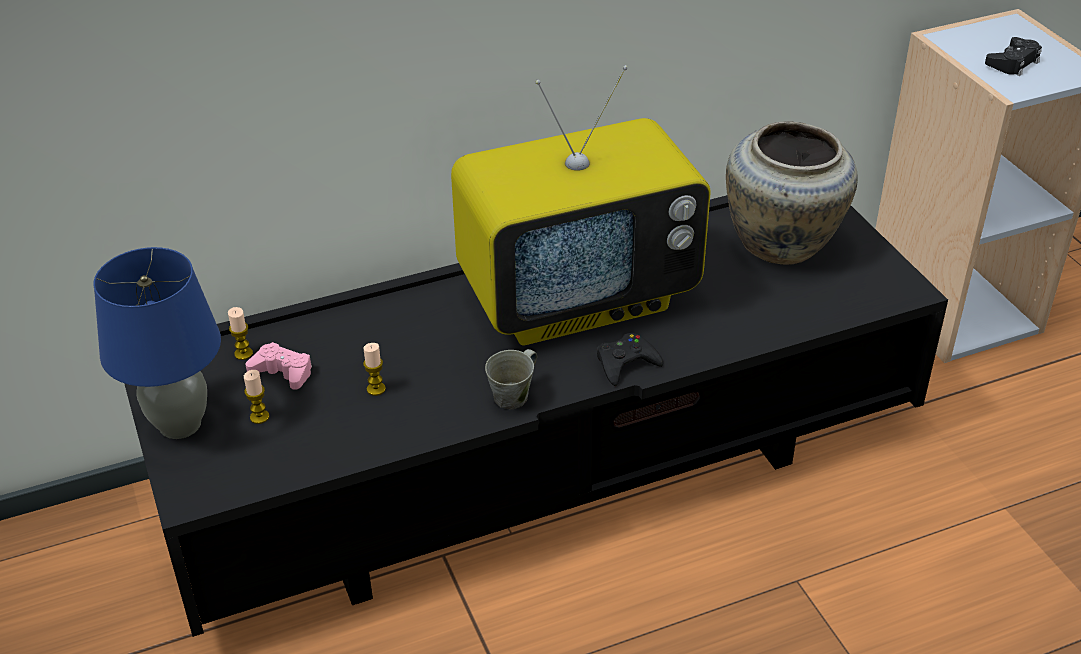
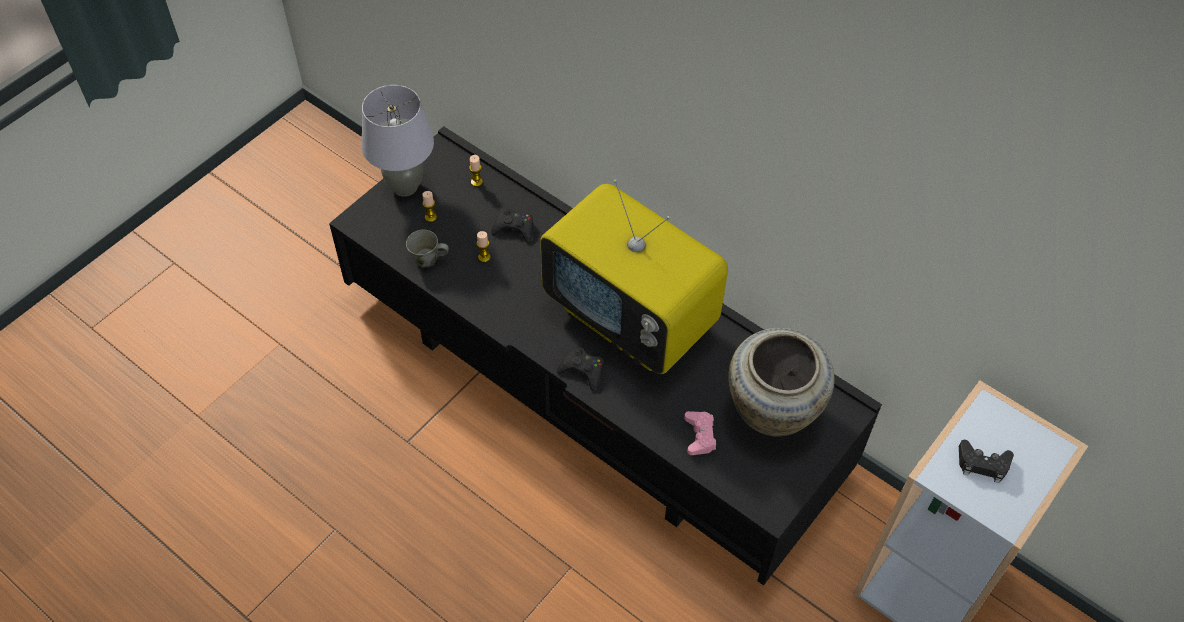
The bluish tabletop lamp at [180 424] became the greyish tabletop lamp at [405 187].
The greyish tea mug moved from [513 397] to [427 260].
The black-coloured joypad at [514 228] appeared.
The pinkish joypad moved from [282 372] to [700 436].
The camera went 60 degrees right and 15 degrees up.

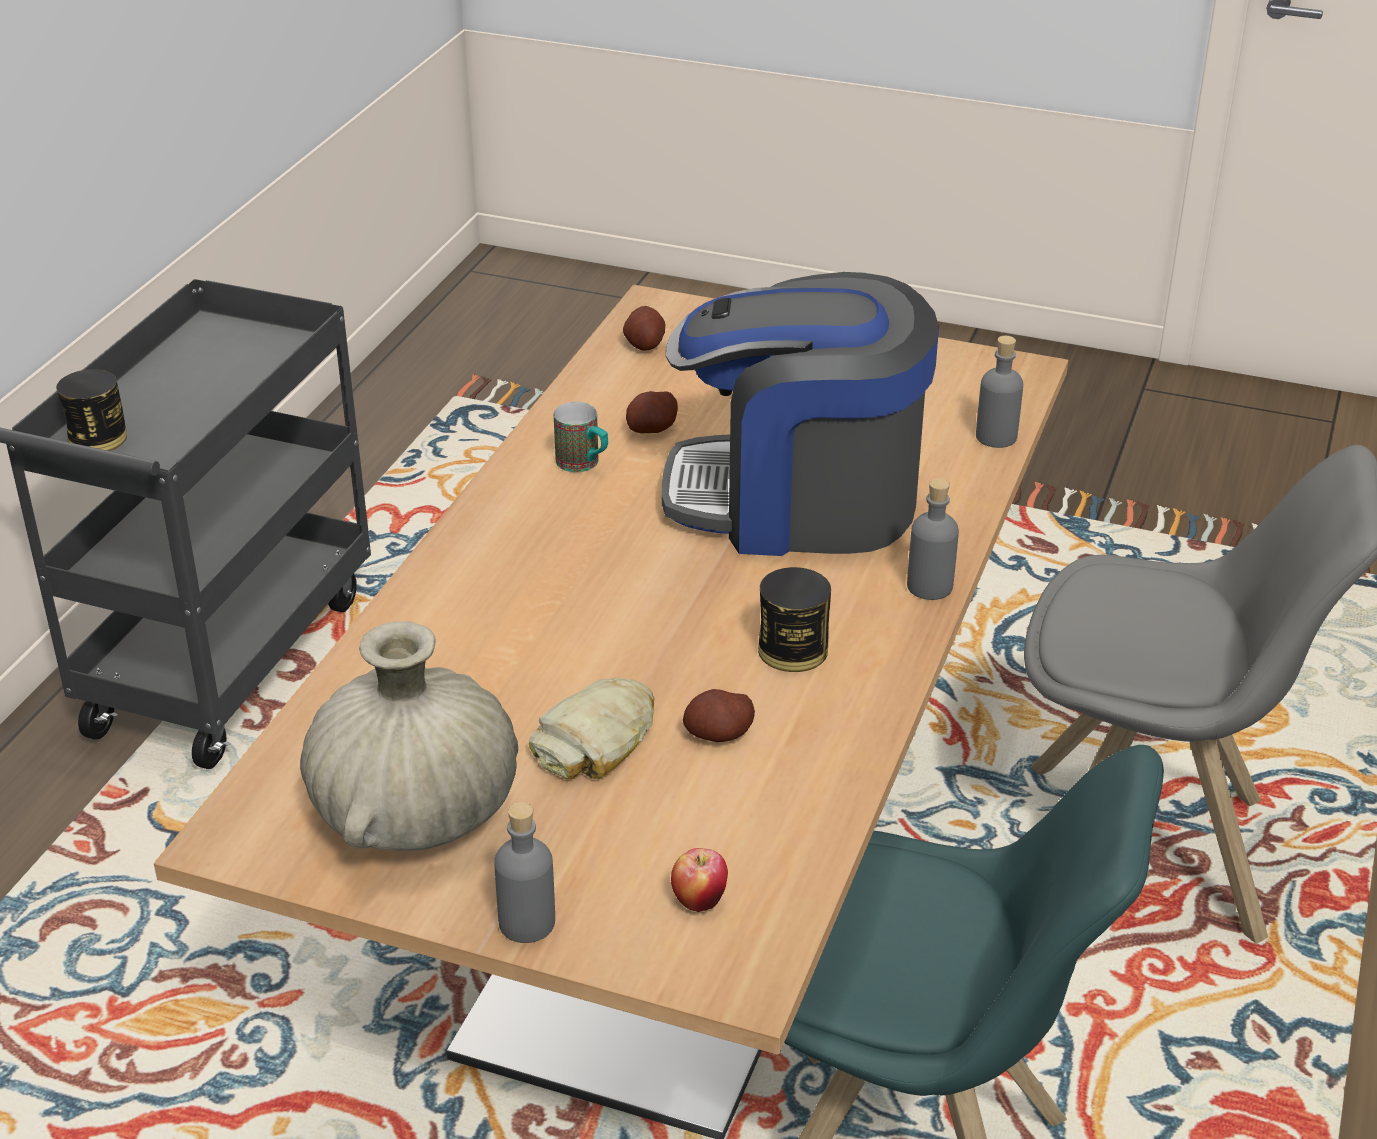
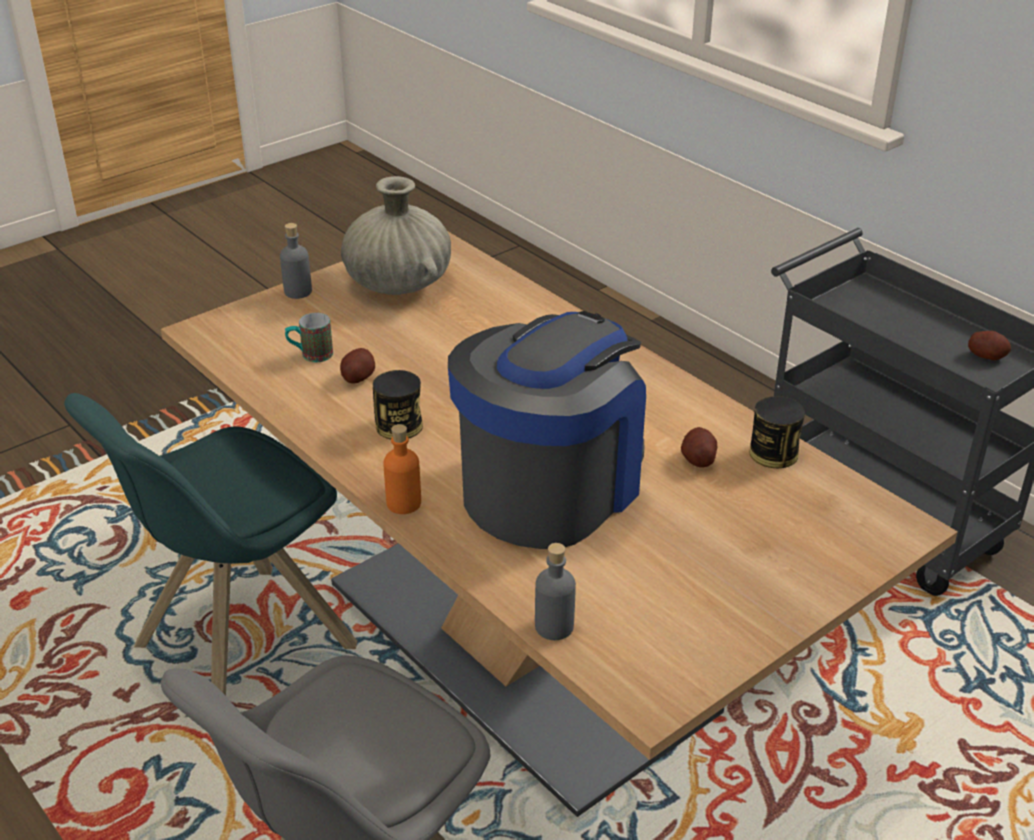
The tea mug moved from [584 465] to [310 355].
The greyish bottle at [930 586] became the orangey bottle at [403 503].
The sealed can moved from [97 438] to [773 453].
The whole potato moved from [644 344] to [986 356].
The bakery bread at [598 740] disappeared.
The whole apple at [699 900] disappeared.
The camera went 120 degrees right and 0 degrees up.

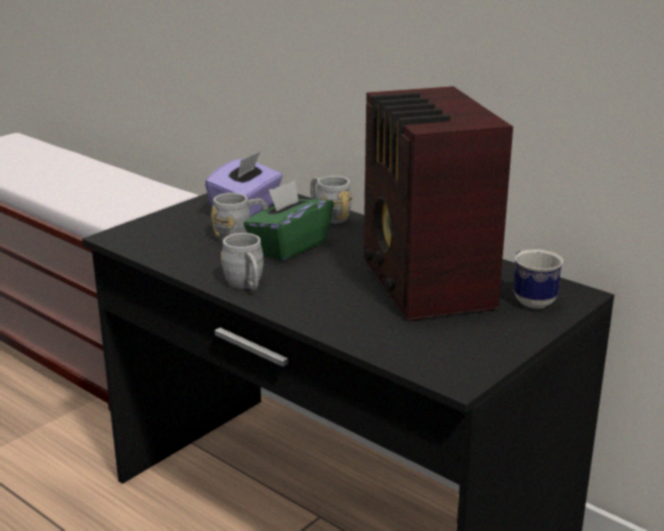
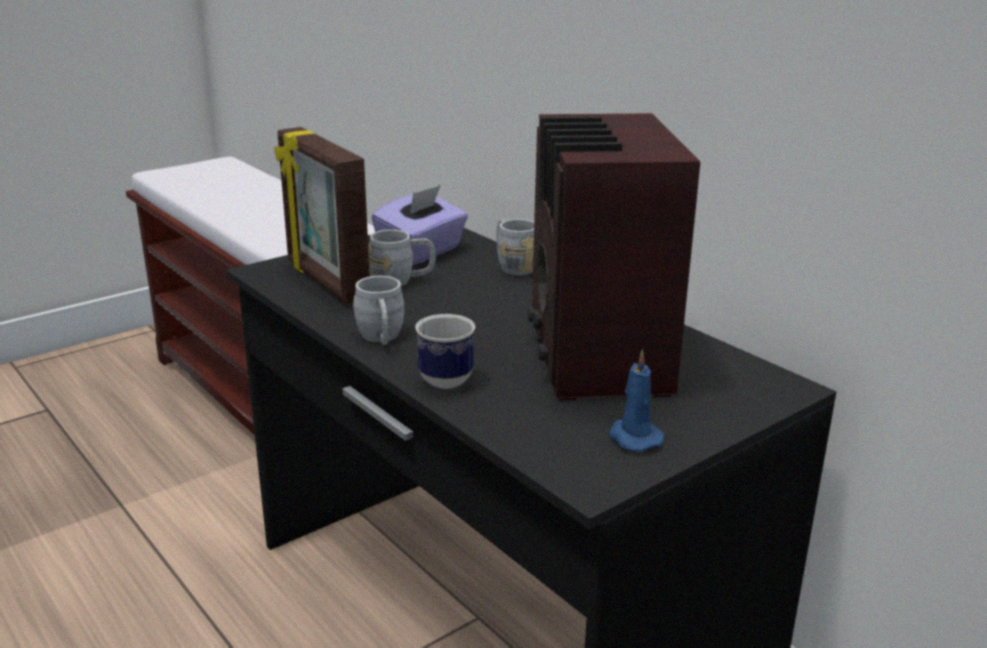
The photo frame at [325 281] appeared.
The tea mug moved from [530 299] to [444 376].
The bluish candle at [633 437] appeared.
The green tissue holder at [289 246] disappeared.
The camera went 10 degrees right and 0 degrees up.

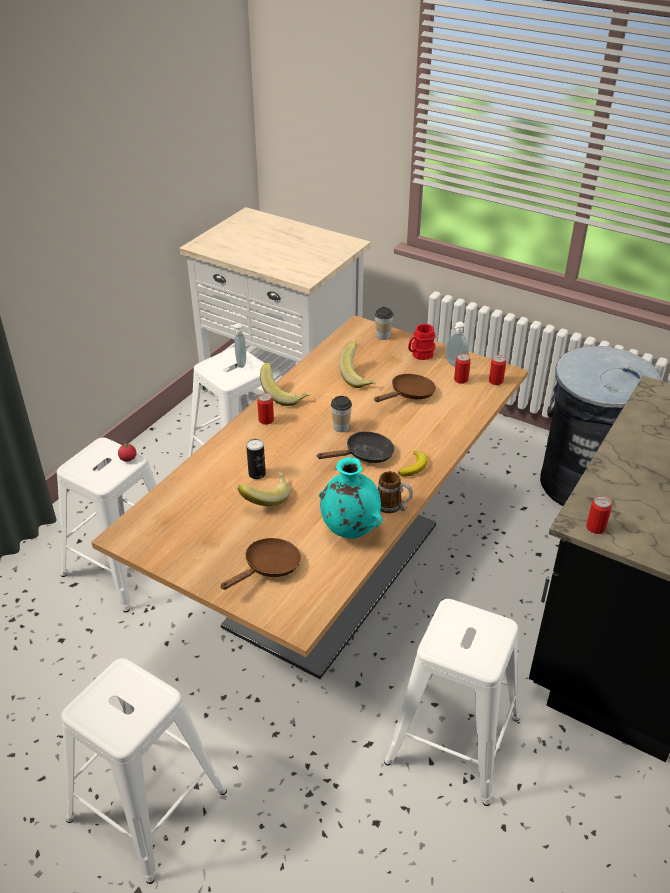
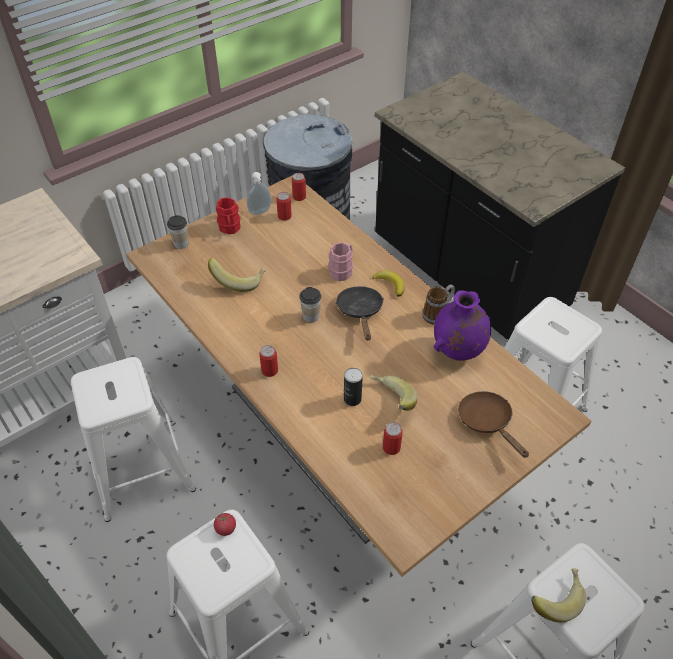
The pinkish tea mug at [342 270] appeared.
The sealed can moved from [595 527] to [391 447].
The turquoise-coloured flower vase at [349 530] became the purple flower vase at [457 351].
The banana moved from [284 395] to [554 598].
The soap bottle at [240 363] disappeared.
The brown-coloured pan at [409 394] disappeared.
The camera went 70 degrees left and 10 degrees up.

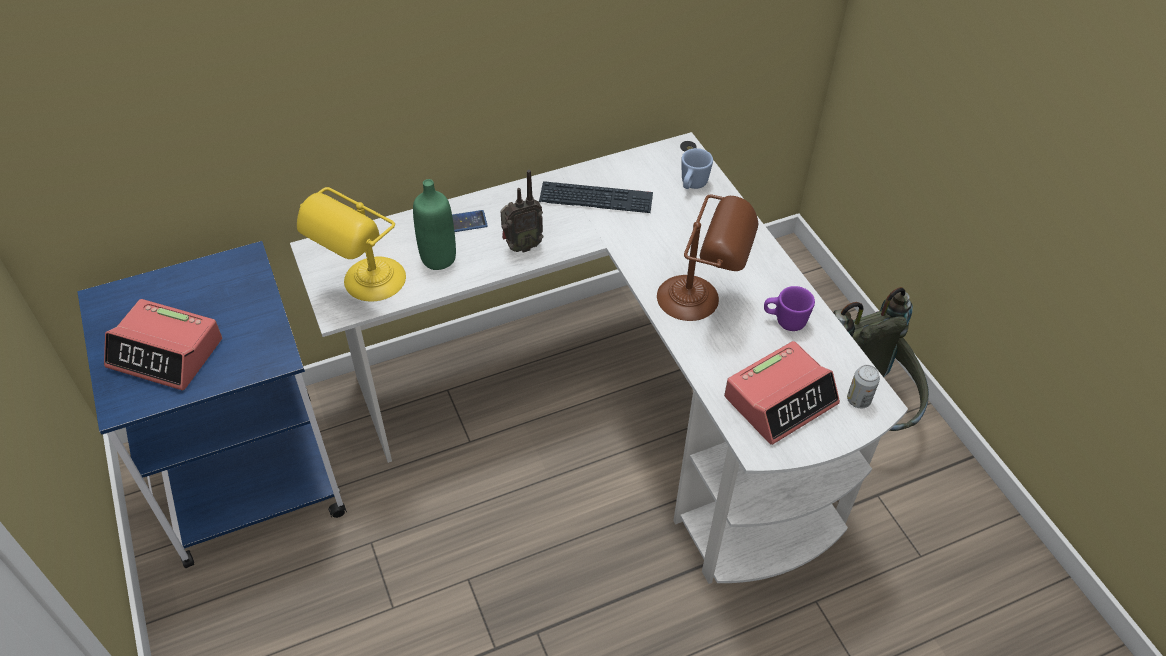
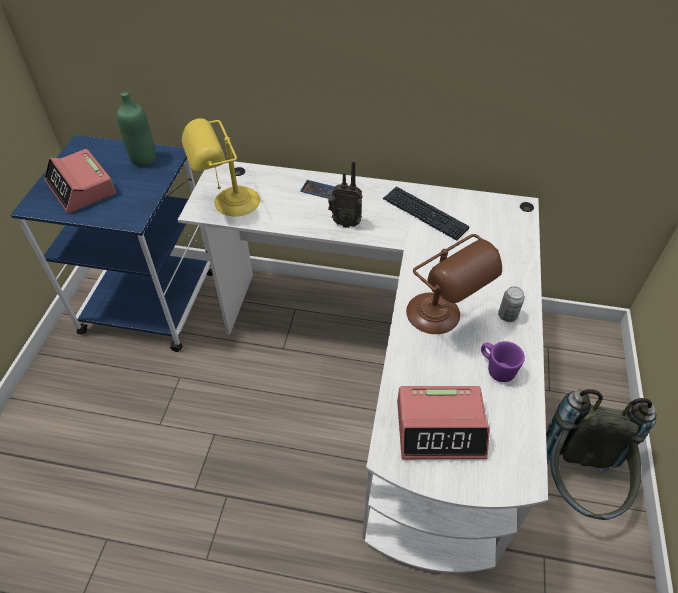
The green bottle moved from [438 258] to [144 159].
The sealed can moved from [858 400] to [507 316].
The bluish tea mug at [692 185] disappeared.
The camera went 35 degrees right and 0 degrees up.

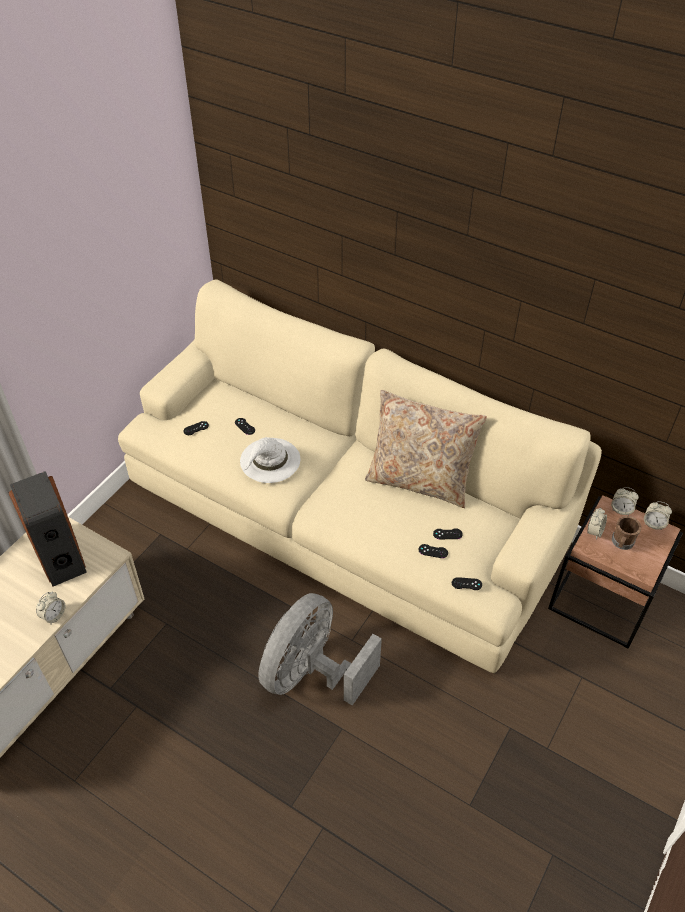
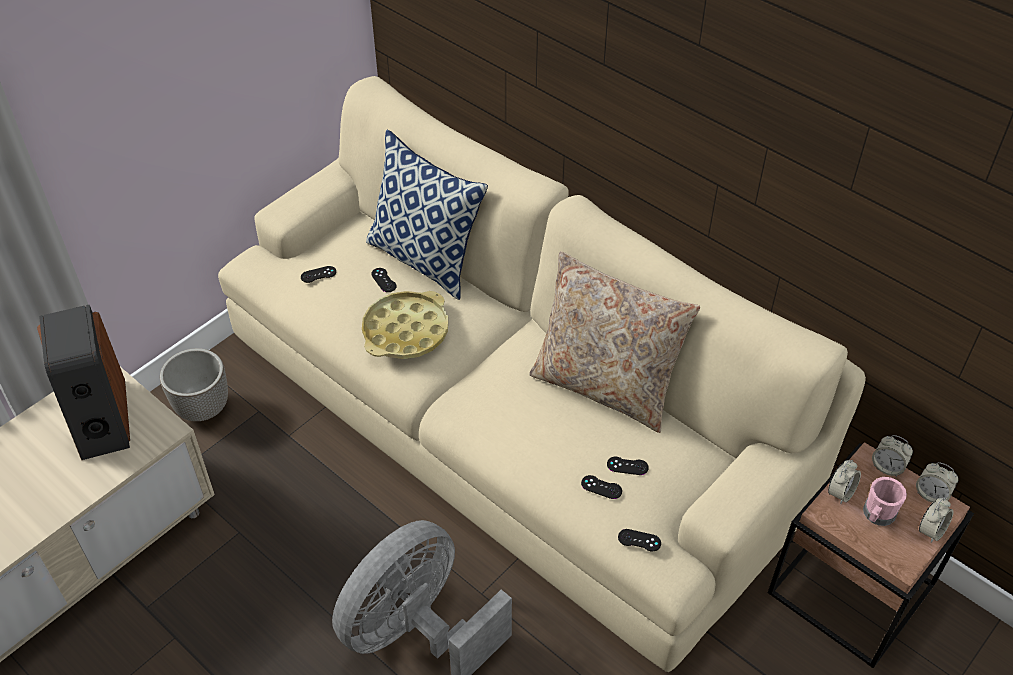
The flower pot at [202 408] appeared.
The whitish hat at [270 461] was replaced by the yellowish tray at [406 331].
The pillow at [426 259] appeared.
The brown-coloured tea mug at [621 543] became the pinkish tea mug at [877 515].
The bedside clock moved from [54 615] to [931 531].
The camera went 10 degrees right and 0 degrees up.

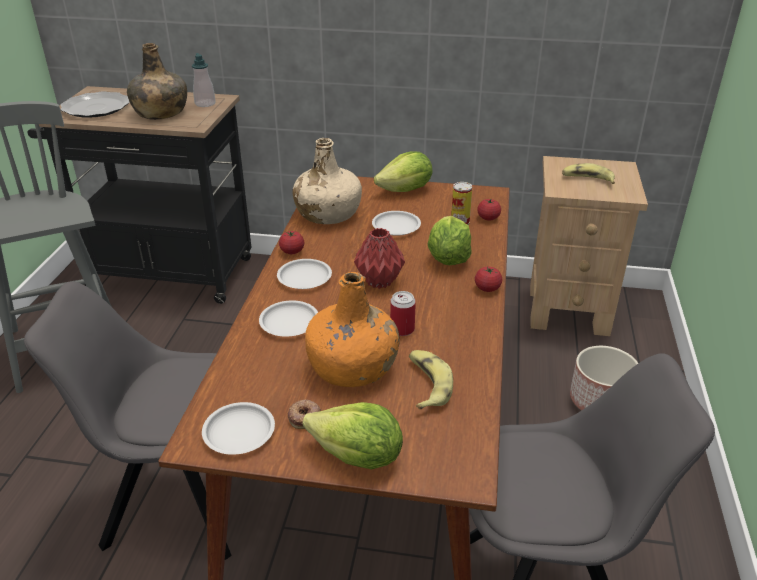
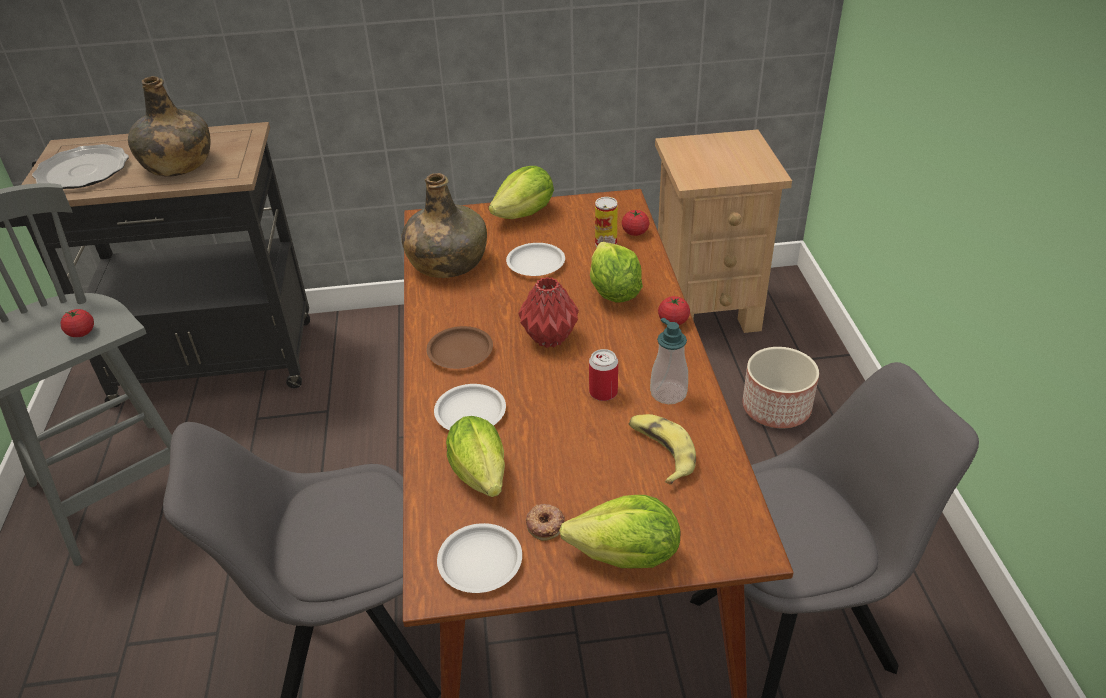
The whole tomato moved from [292 251] to [82 333].
The beige bottle at [328 214] became the green bottle at [447 262].
The whitish plate at [305 278] became the brown-coloured plate at [460 352].
The lettuce at [482 478] appeared.
The soap bottle moved from [205 104] to [668 393].
The orangey bottle at [352 367] disappeared.
The banana at [587 179] disappeared.
The camera went 15 degrees left and 5 degrees up.

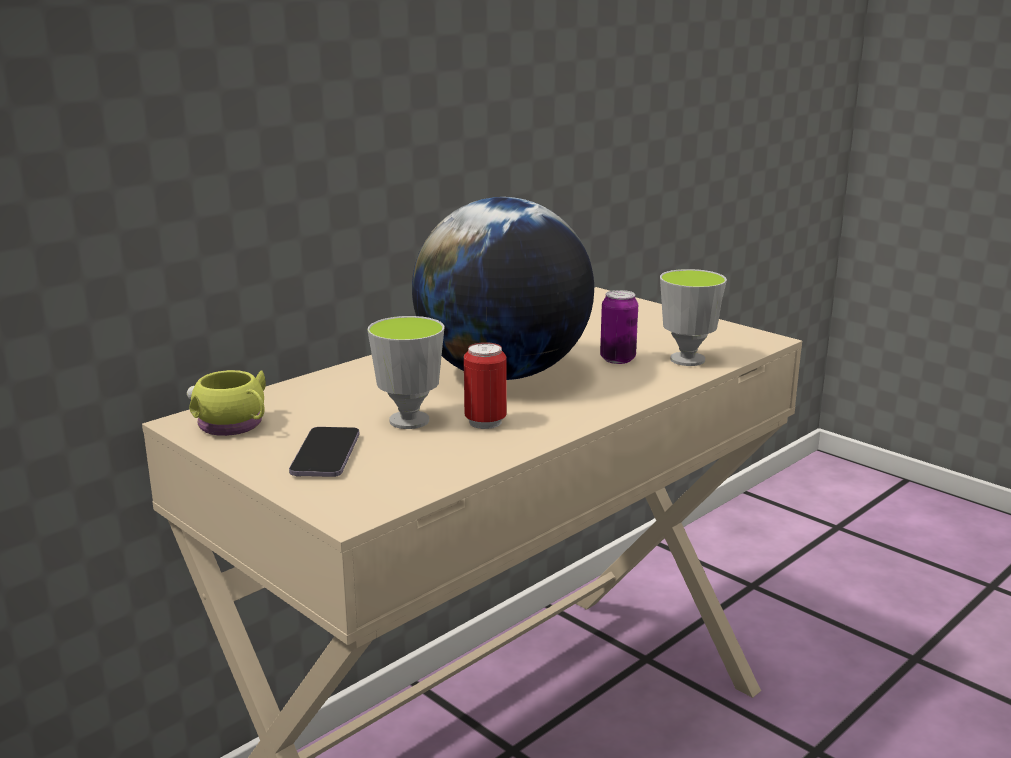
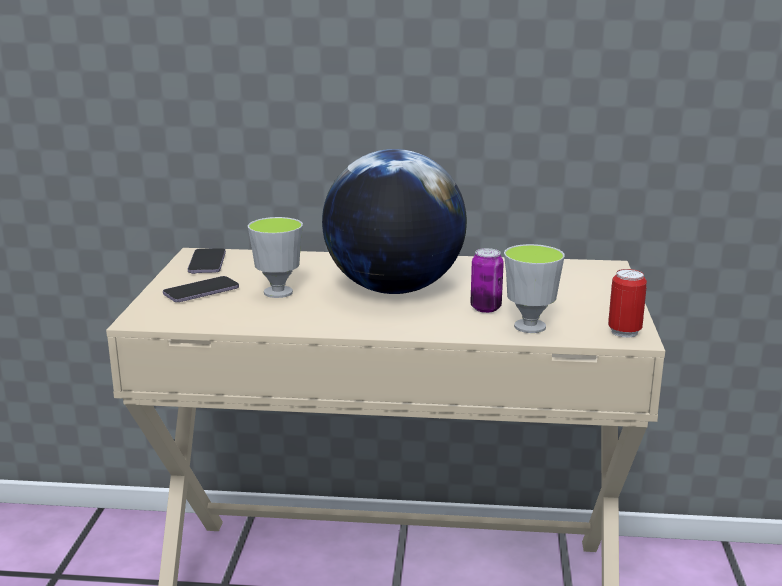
The yellowish tea mug at [234 426] was replaced by the phone at [207 263].
The sealed can moved from [485 422] to [624 332].
The camera went 50 degrees right and 0 degrees up.

